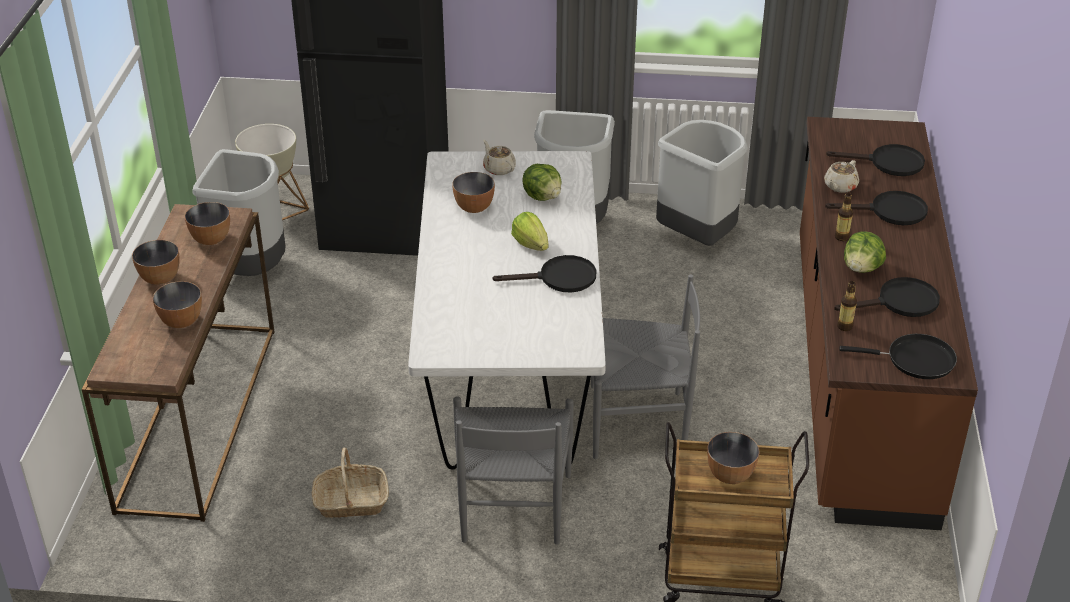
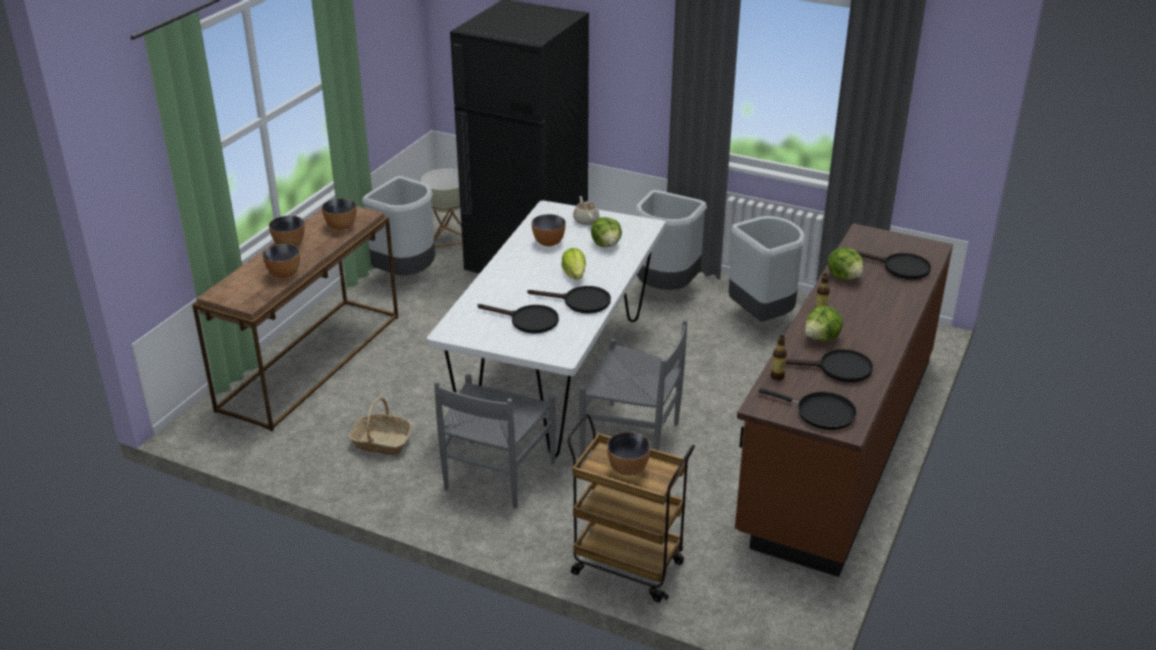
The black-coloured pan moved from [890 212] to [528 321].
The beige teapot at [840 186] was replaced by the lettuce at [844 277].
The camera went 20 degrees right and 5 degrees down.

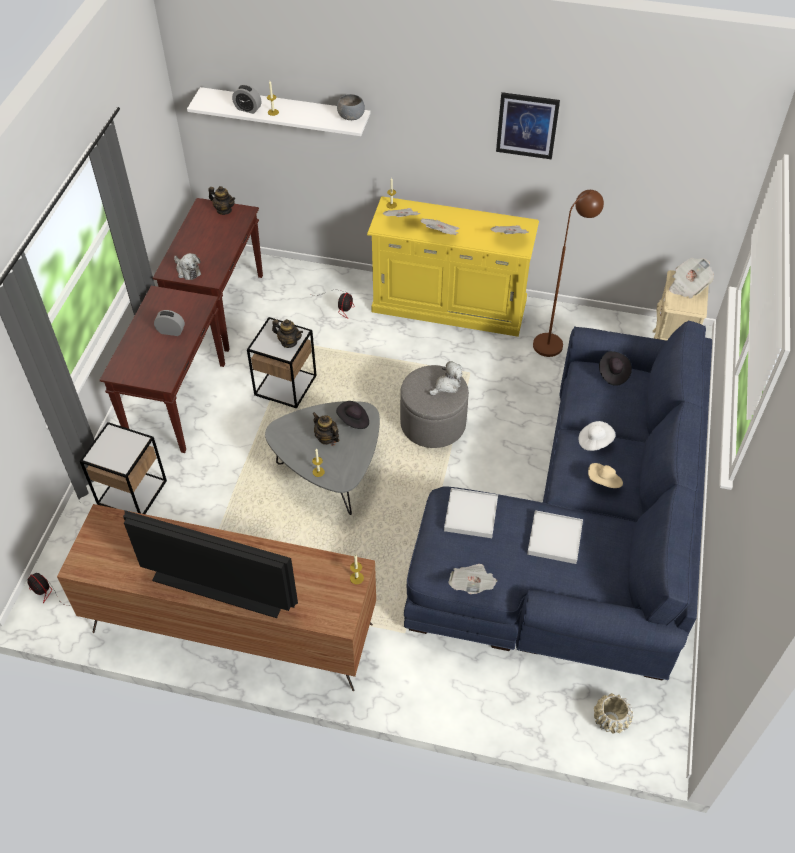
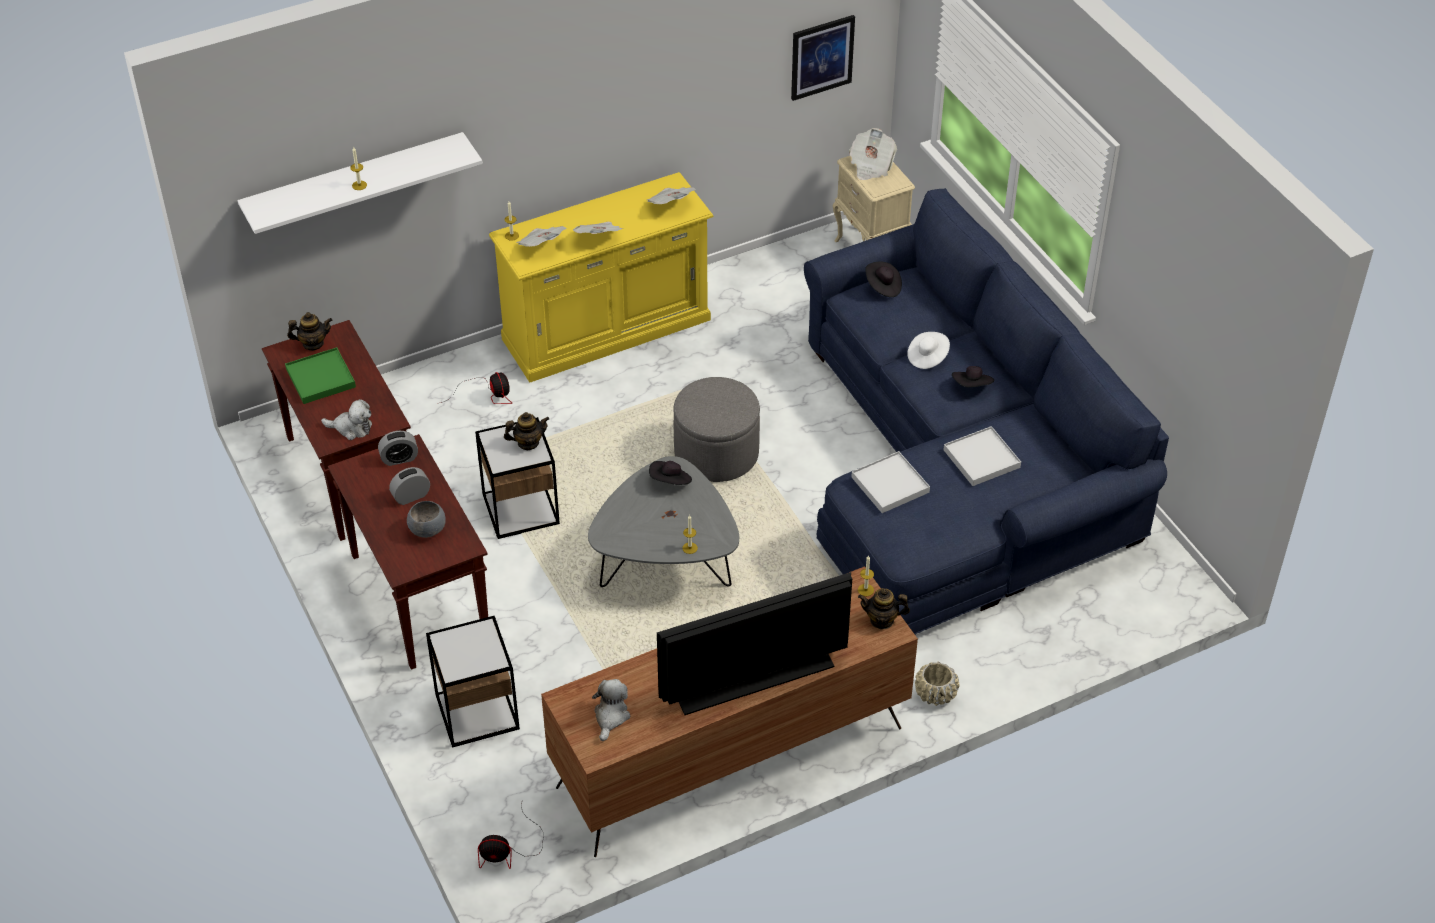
The green tray at [321 378] appeared.
The bedside clock moved from [248 109] to [399 459].
The greyish bowl moved from [351 117] to [428 529].
The plush toy moved from [446 385] to [611 716].
The picture moved from [527 125] to [822 57].
The teapot moved from [326 438] to [882 620].
The beige flower pot moved from [610 719] to [935 694].
The beige hat at [604 482] became the black-coloured hat at [972 386].
The newspaper at [472 585] disappeared.
The brown-coloured floor lamp at [554 341] disappeared.
The camera went 40 degrees left and 5 degrees down.

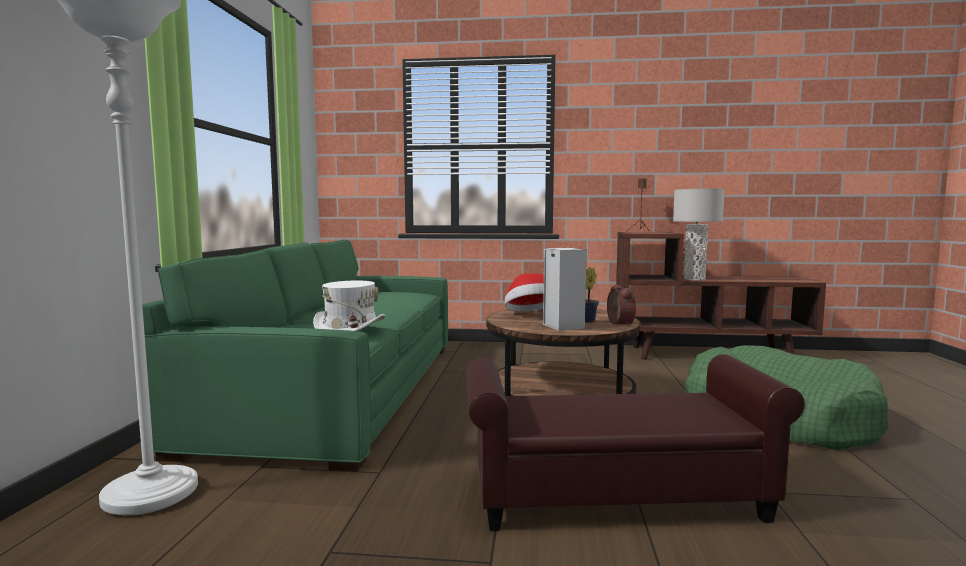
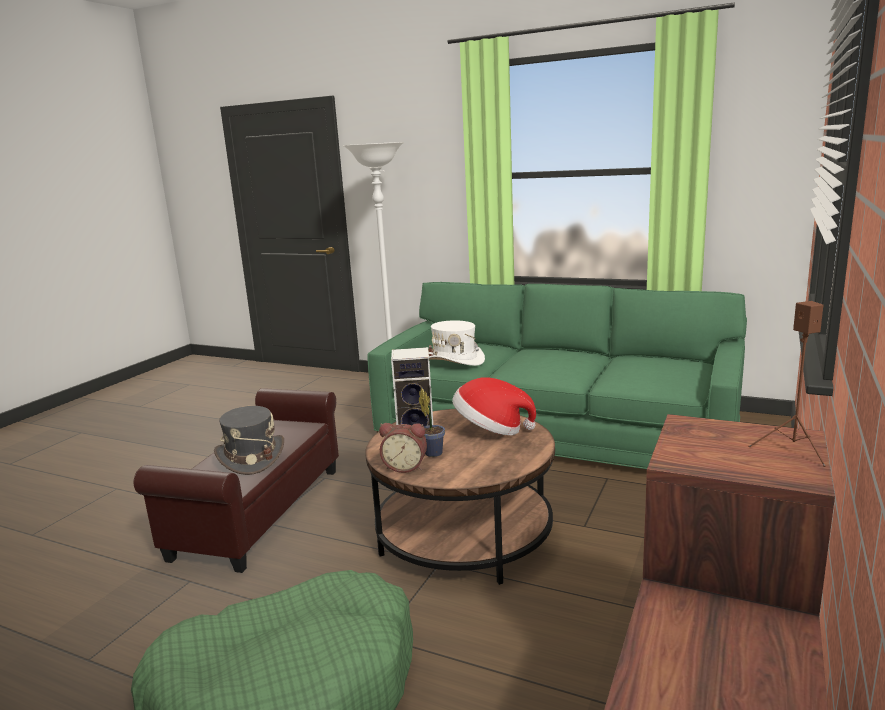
The greyish hat at [251 458] appeared.
The whitish tabletop lamp at [694 279] disappeared.
The camera went 110 degrees right and 10 degrees up.

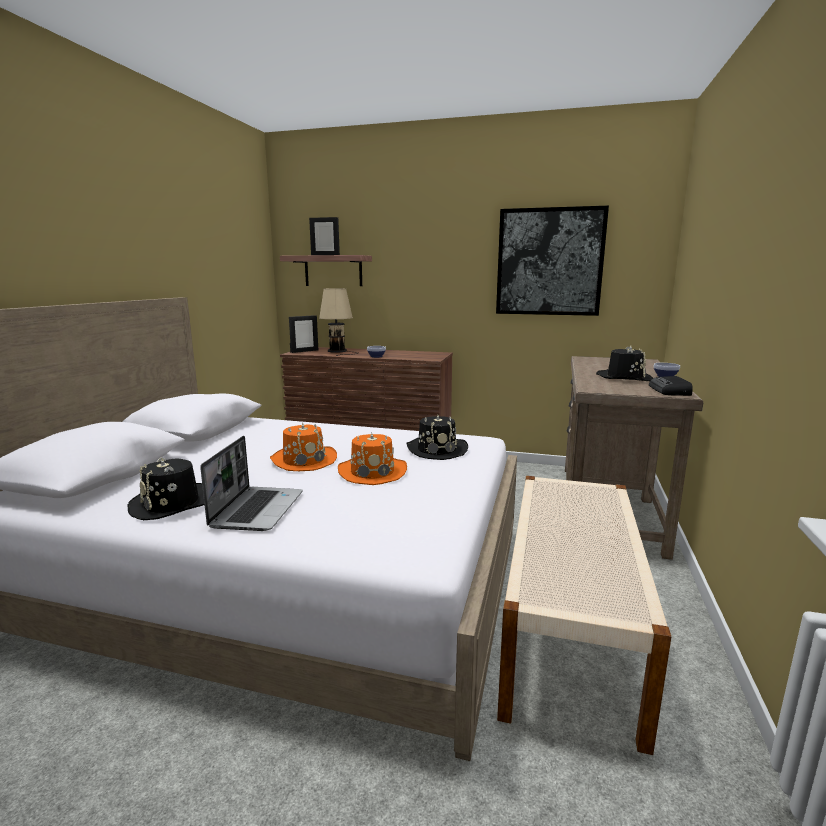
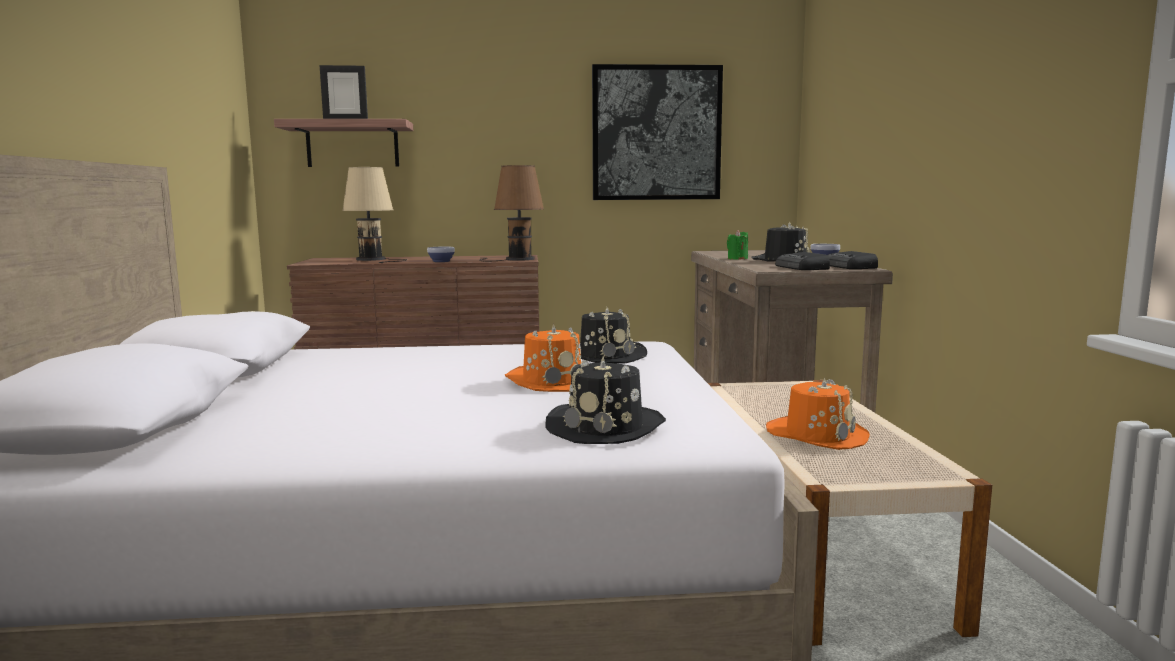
The brown-coloured tabletop lamp at [516 259] appeared.
The black-coloured hat moved from [172 503] to [606 427].
The green candle at [737 259] appeared.
The orangey hat moved from [304 460] to [816 435].
The radio set at [802 268] appeared.
The notebook computer at [257 509] disappeared.
The photo frame at [304 351] disappeared.
The camera went 20 degrees left and 5 degrees down.

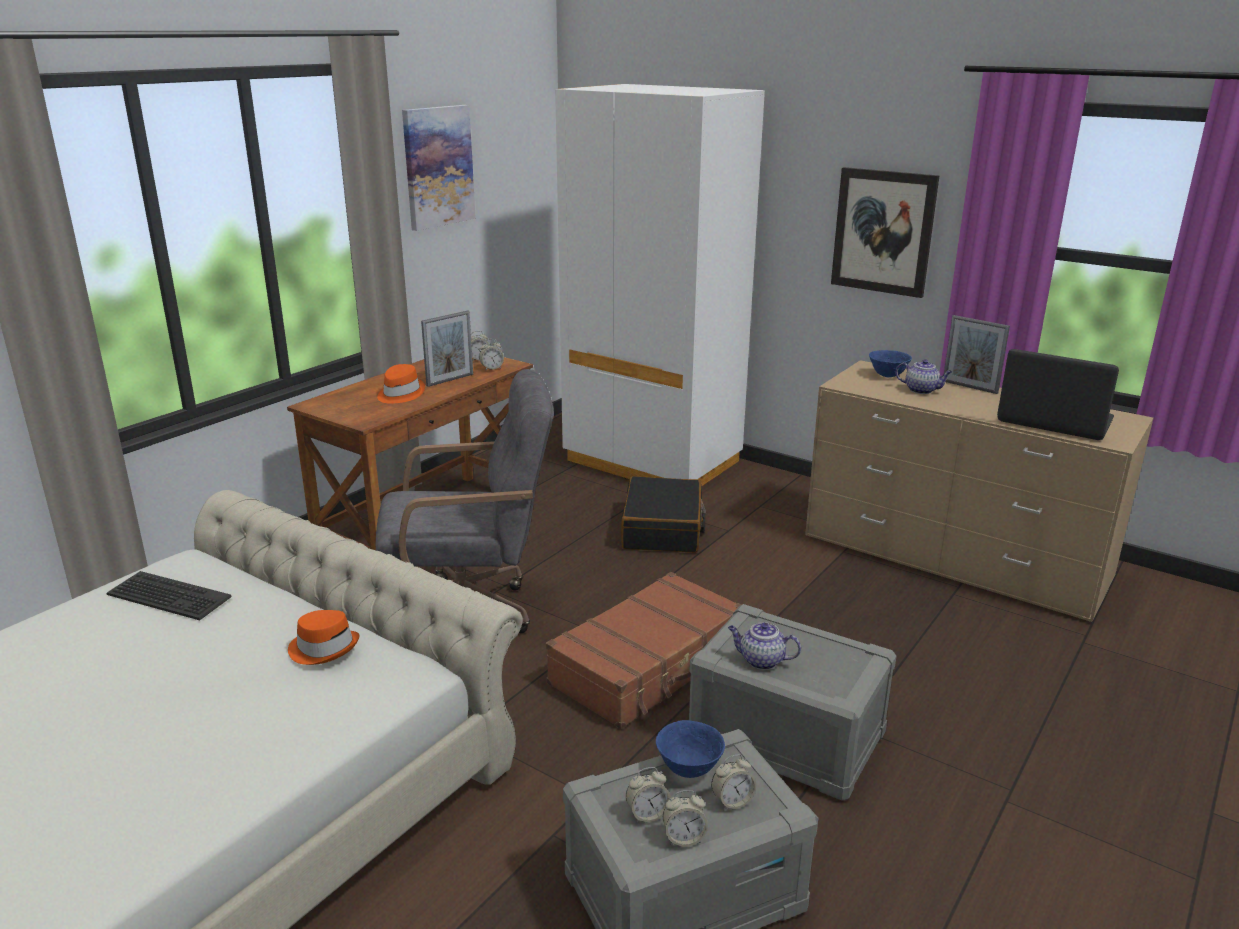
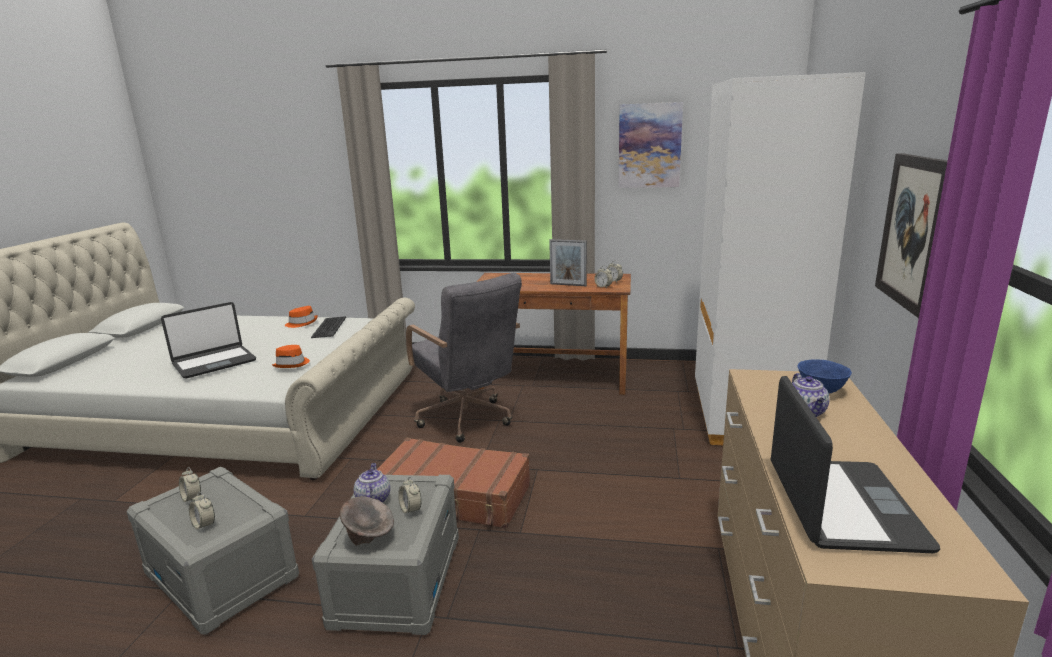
The notebook computer at [214 362] appeared.
The orangey hat moved from [400 394] to [302 323].
The greyish bowl at [370 538] appeared.
The bedside clock moved from [684 838] to [411 510].
The black-coloured piece of luggage at [663 529] disappeared.
The bluish bowl at [689 768] disappeared.
The photo frame at [969 387] disappeared.
The camera went 65 degrees right and 5 degrees down.

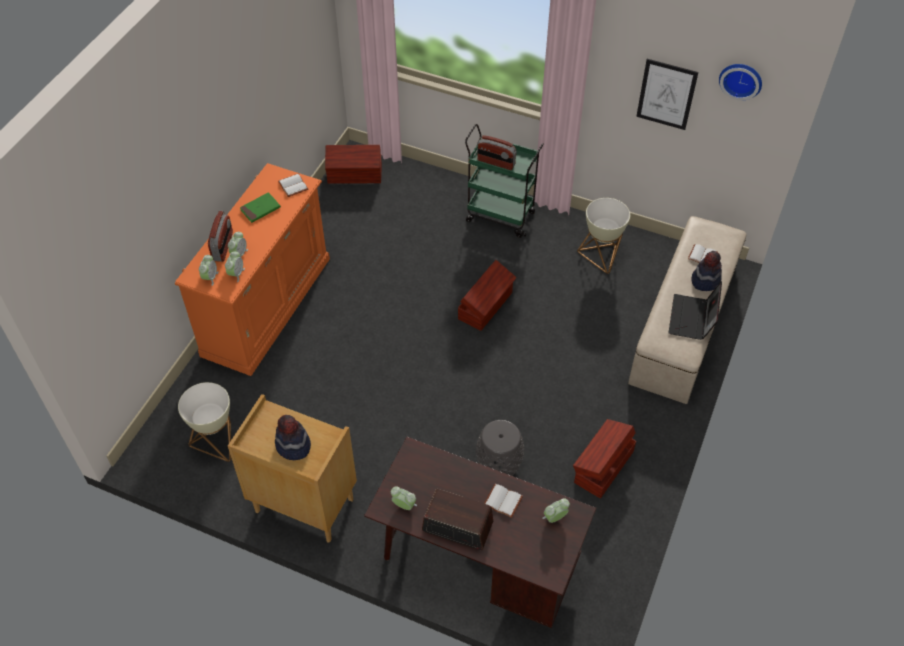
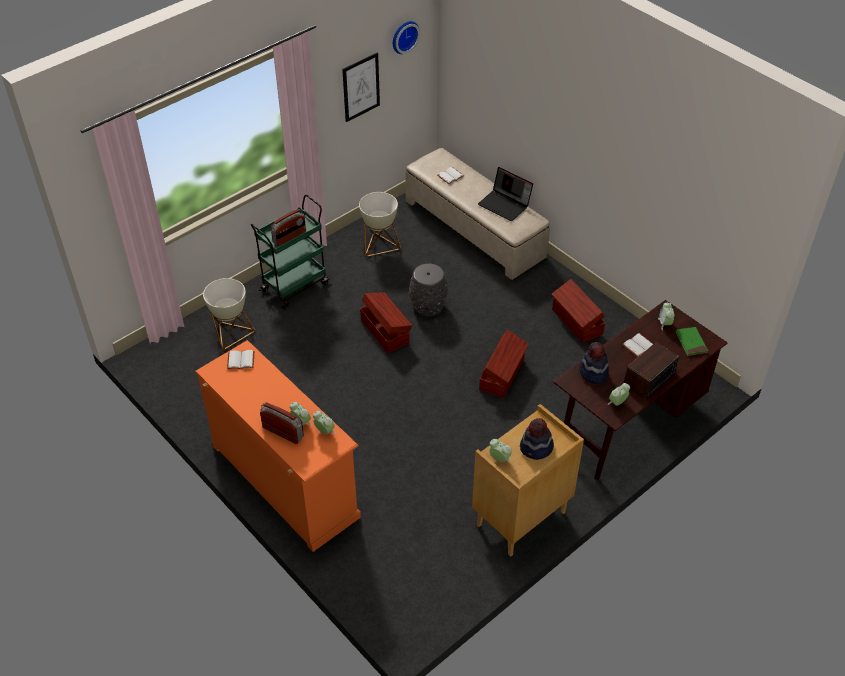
The flower pot moved from [217 442] to [232 334].
The greyish sitting stool moved from [499 465] to [428 306].
The brown-coloured storage box moved from [355 175] to [502 374].
The bedside clock moved from [210 277] to [499 459].
The hat moved from [705 280] to [593 373].
The green book moved from [260 209] to [691 342].
The camera went 65 degrees left and 5 degrees down.

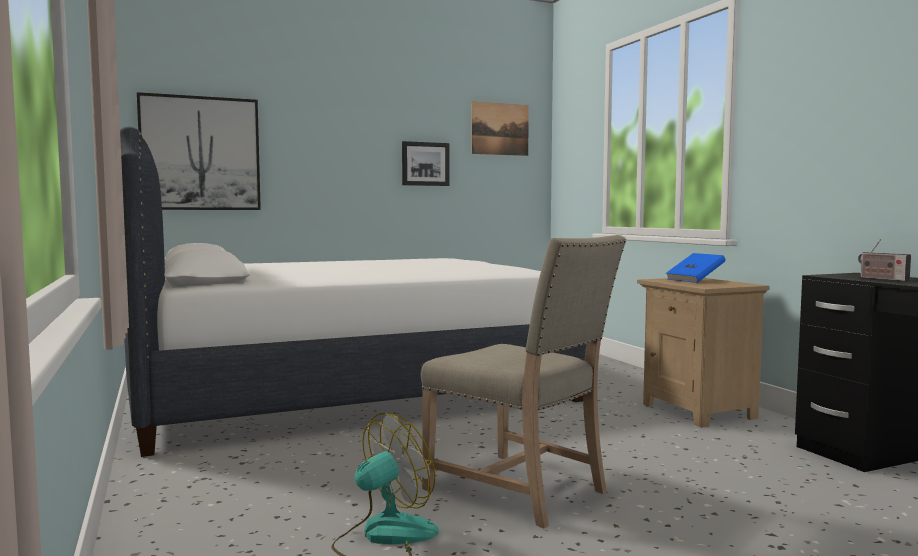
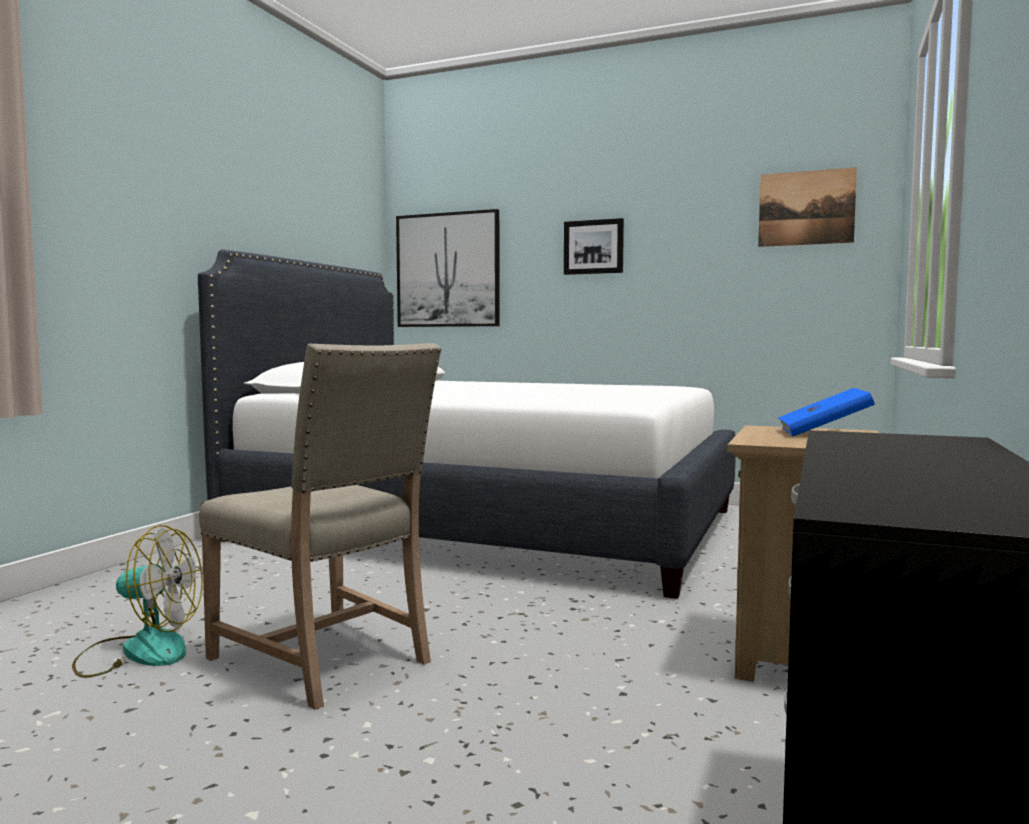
The beige upright chair at [521 490] turned 45 degrees counterclockwise.
The picture moved from [425 164] to [593 247].
The radio set at [881 279] disappeared.
The camera went 45 degrees right and 0 degrees up.

